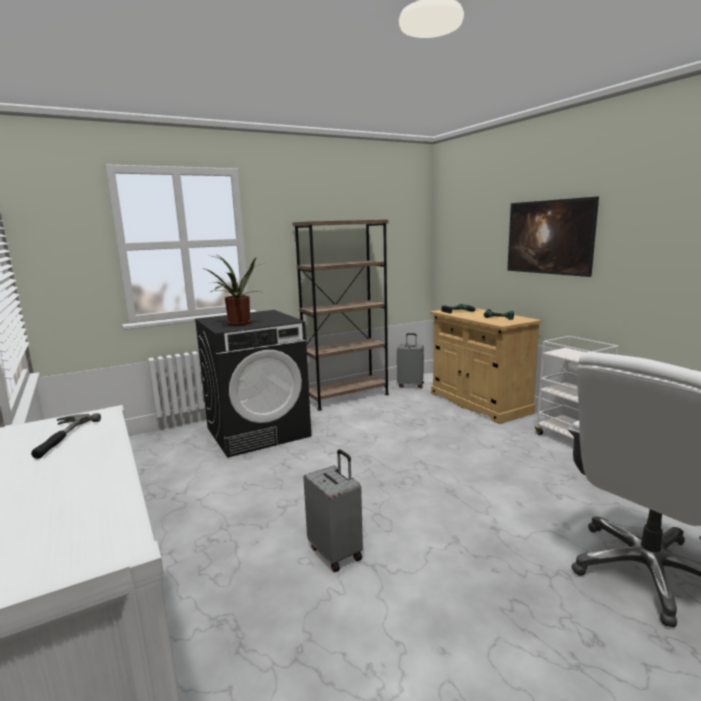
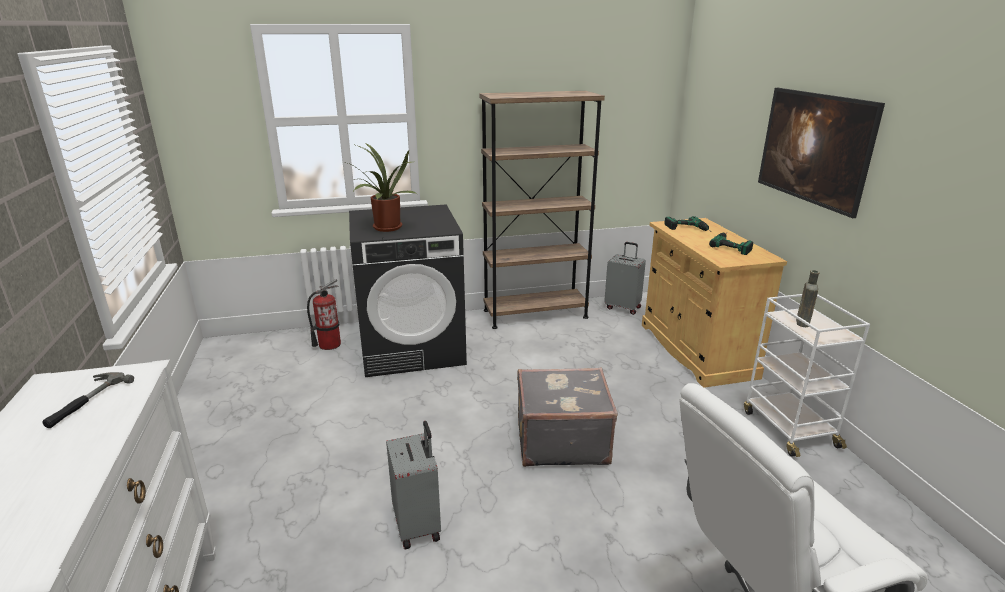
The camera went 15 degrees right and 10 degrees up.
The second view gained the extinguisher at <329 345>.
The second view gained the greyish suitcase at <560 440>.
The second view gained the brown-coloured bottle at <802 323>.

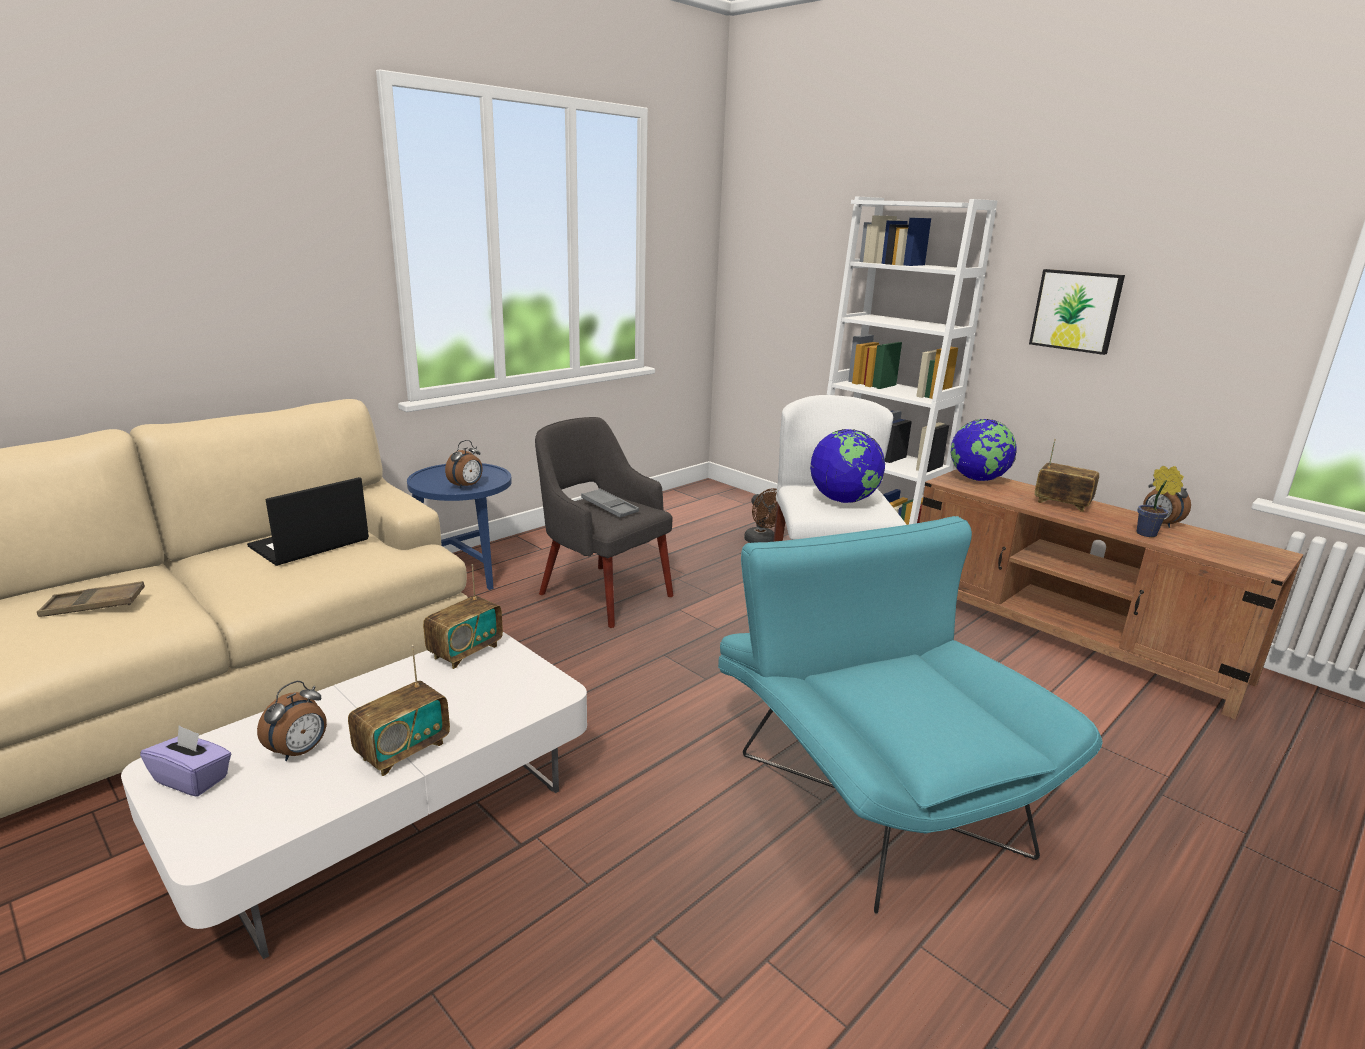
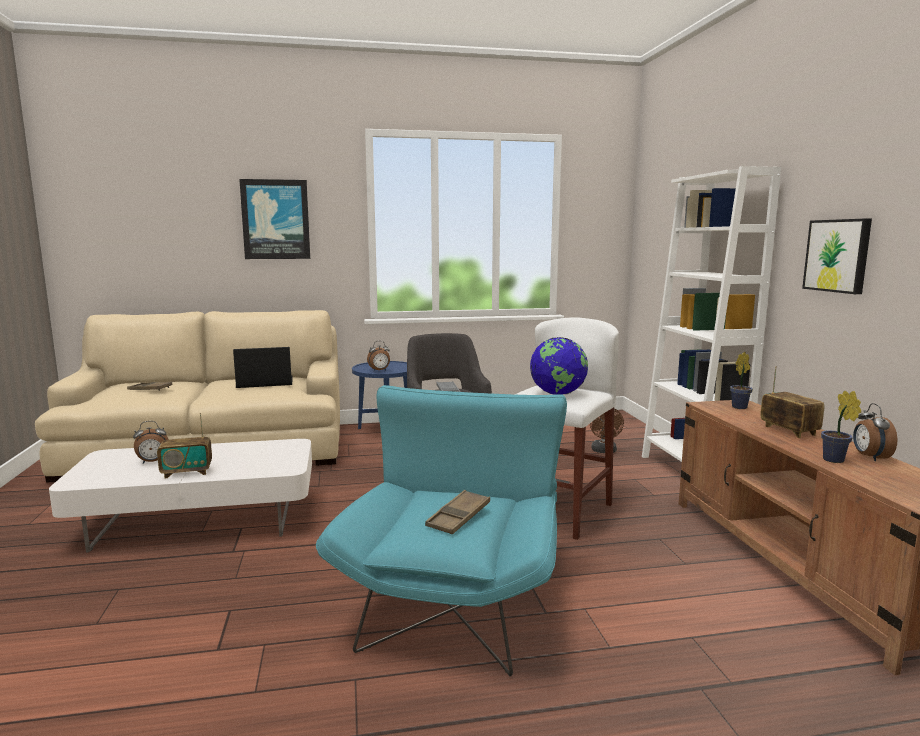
The camera went 35 degrees right and 10 degrees down.
The second view gained the picture at <275 219>.
The second view gained the brown-coloured serving tray at <458 517>.
Where the globe stood at <978 479>, the potted plant came to stand at <740 407>.
The second view lost the purple-coloured tissue holder at <193 779>.
The second view lost the radio at <465 652>.

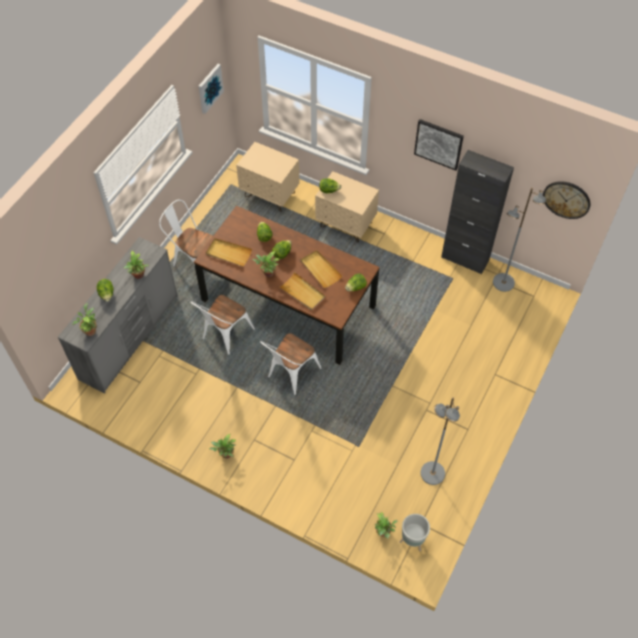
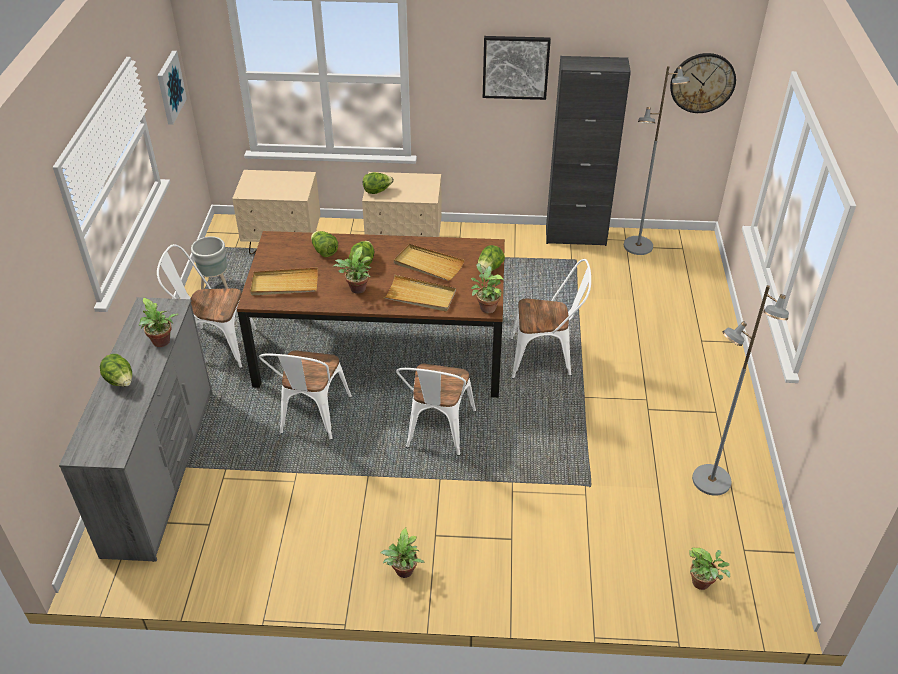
The camera went 25 degrees left and 15 degrees down.
The greyish planter ended up elsewhere, having gone from <412 540> to <216 285>.
The potted plant ended up elsewhere, having gone from <90 330> to <486 307>.
The second view gained the white plain chair at <546 358>.

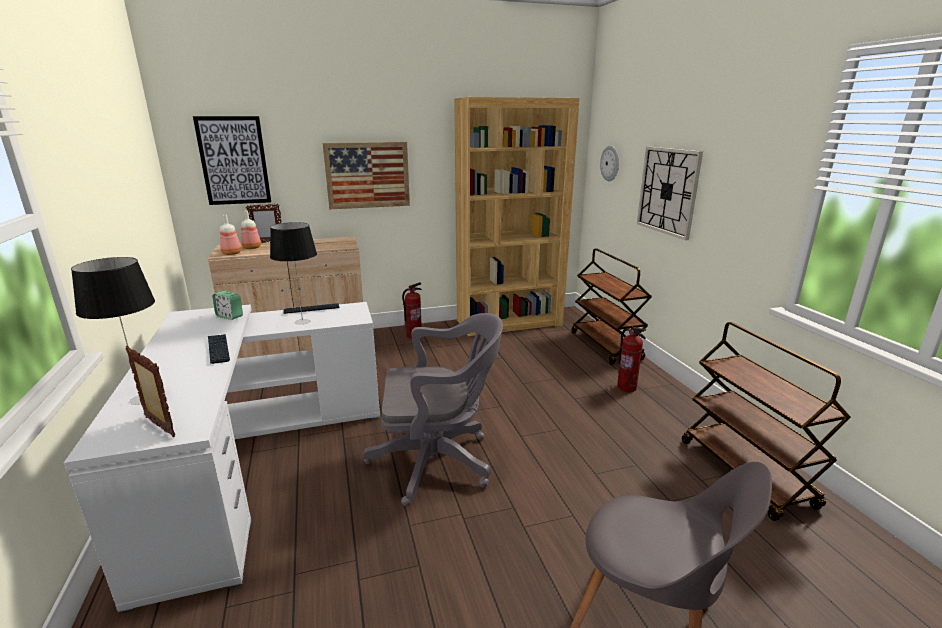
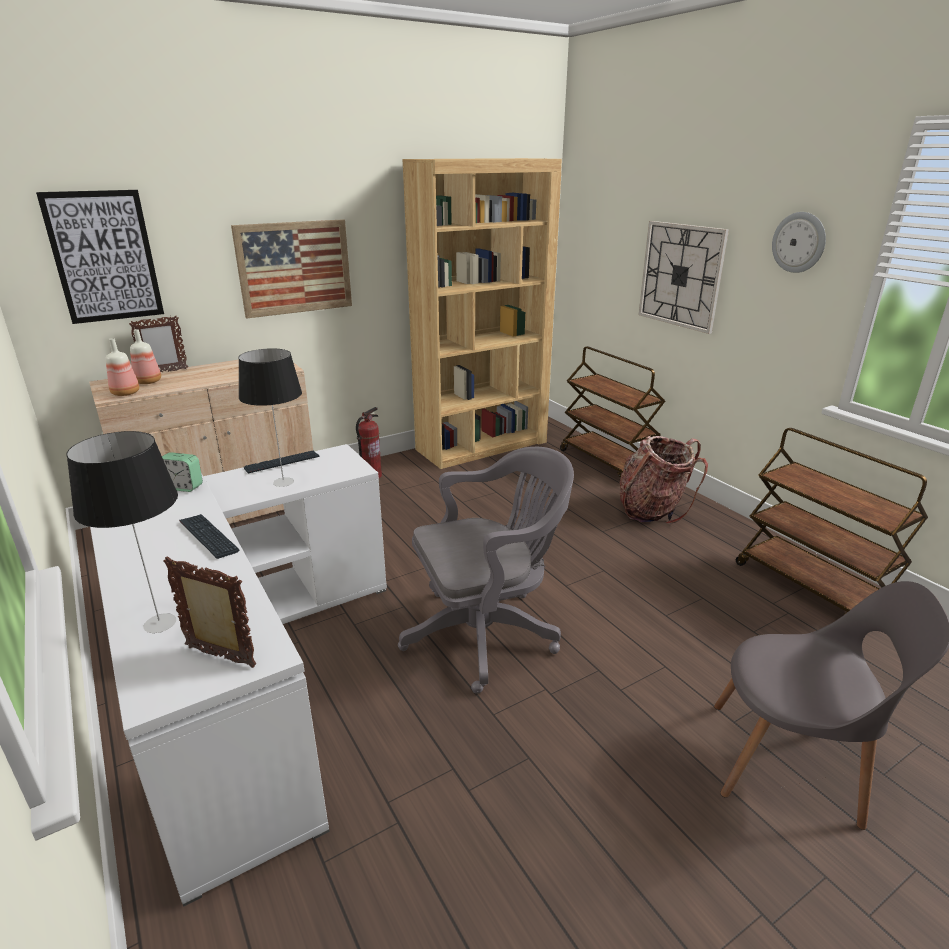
The camera went 15 degrees left and 5 degrees up.
Where the extinguisher stood at <627 387>, the knapsack came to stand at <652 510>.
The clock on the wall ended up elsewhere, having gone from <610 163> to <799 242>.

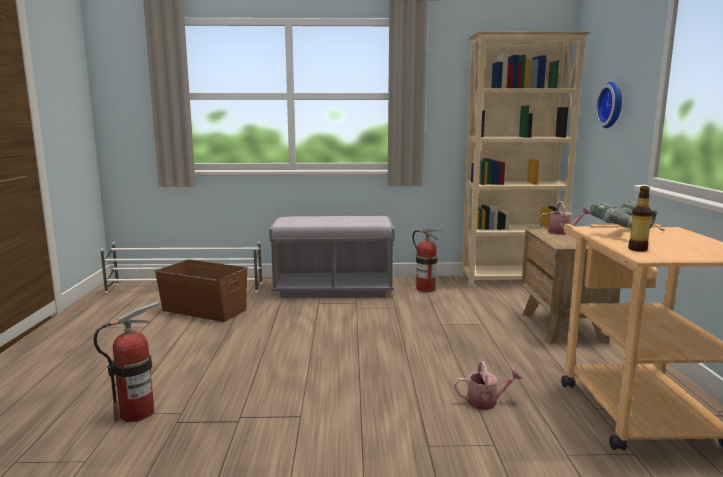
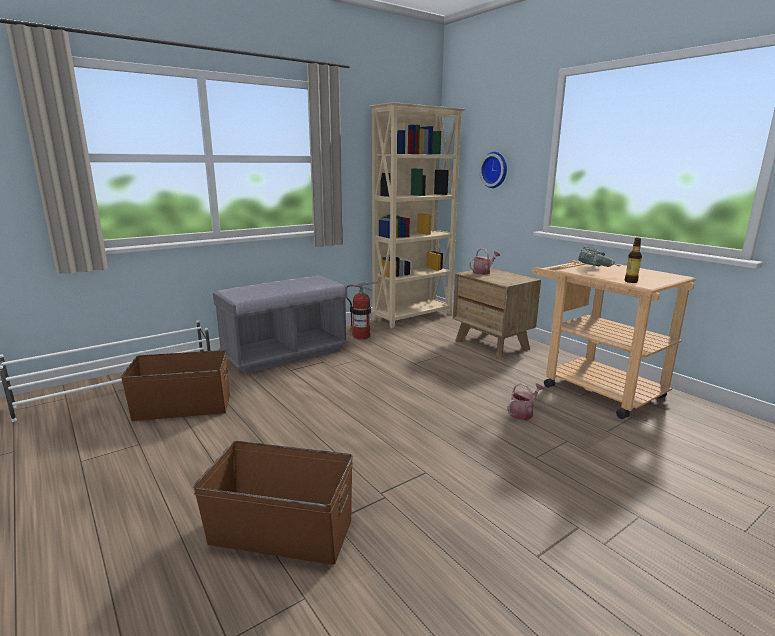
The camera went 35 degrees left and 5 degrees up.
Where the extinguisher stood at <137 413>, the brown-coloured storage box came to stand at <281 531>.

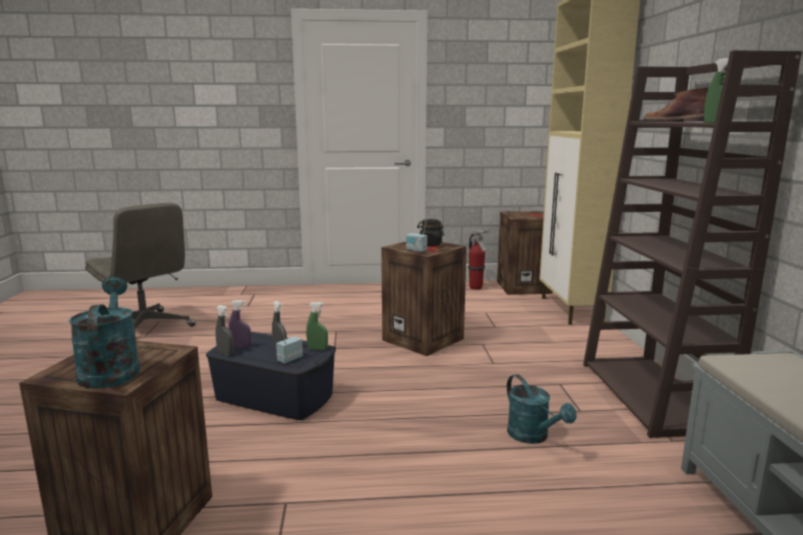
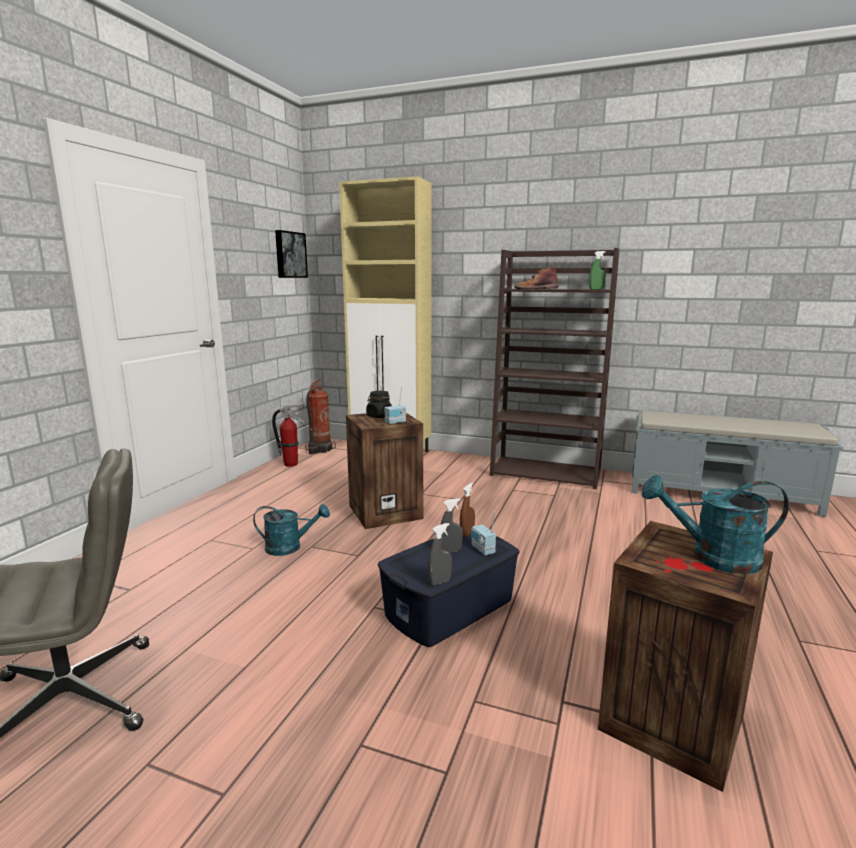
The camera went 65 degrees left and 0 degrees up.
The turquoise-coloured watering pot ended up elsewhere, having gone from <533 436> to <290 547>.
The second view gained the picture at <290 255>.
Where the shipping crate stood at <524 287>, the extinguisher came to stand at <319 450>.
What was the greenish hand sprayer at <317 349> turned into the brown-coloured hand sprayer at <467 534>.
The second view lost the purple-coloured hand sprayer at <240 347>.

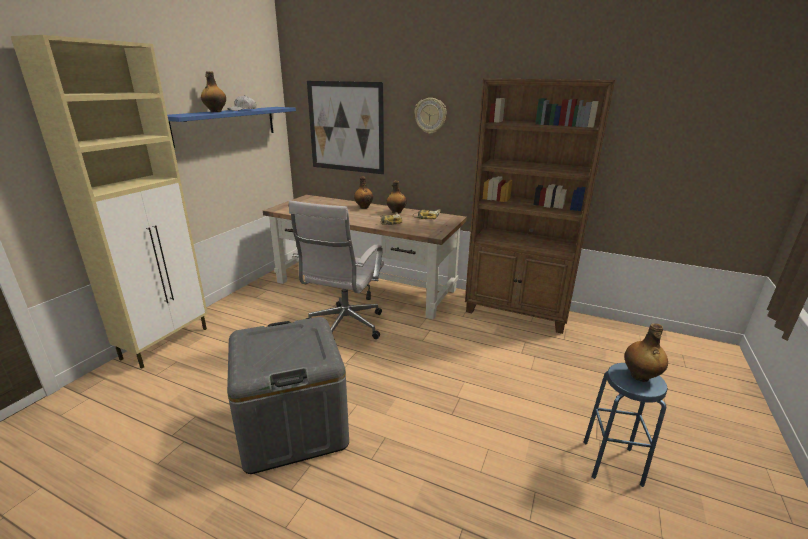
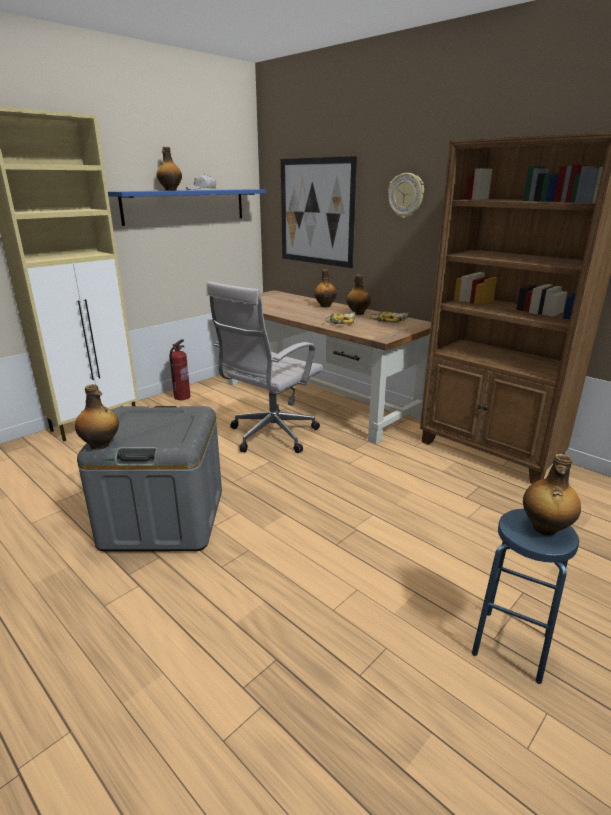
The camera went 20 degrees right and 0 degrees up.
The second view gained the bottle at <100 445>.
The second view gained the extinguisher at <182 397>.

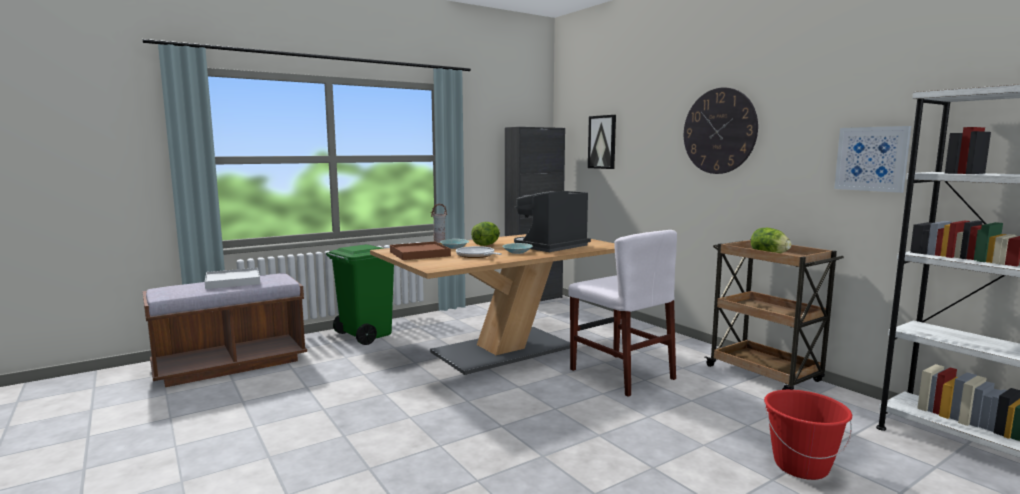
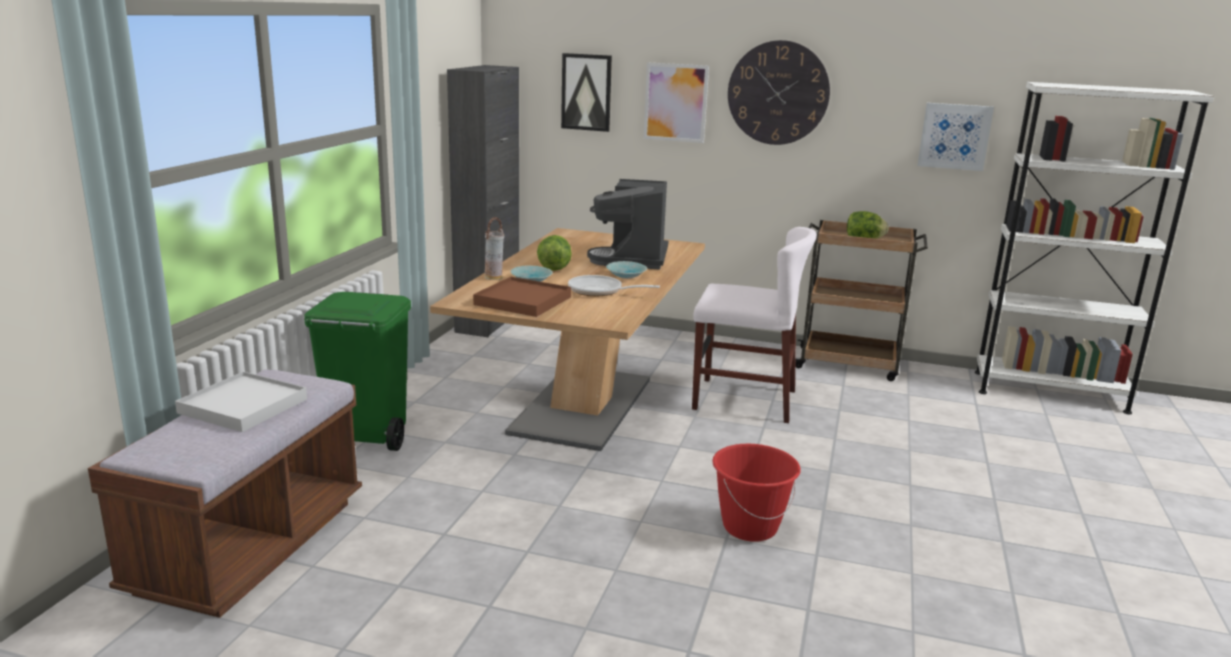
The camera went 40 degrees left and 10 degrees up.
The second view gained the picture at <675 102>.
The red-coloured water bucket ended up elsewhere, having gone from <801 466> to <749 527>.

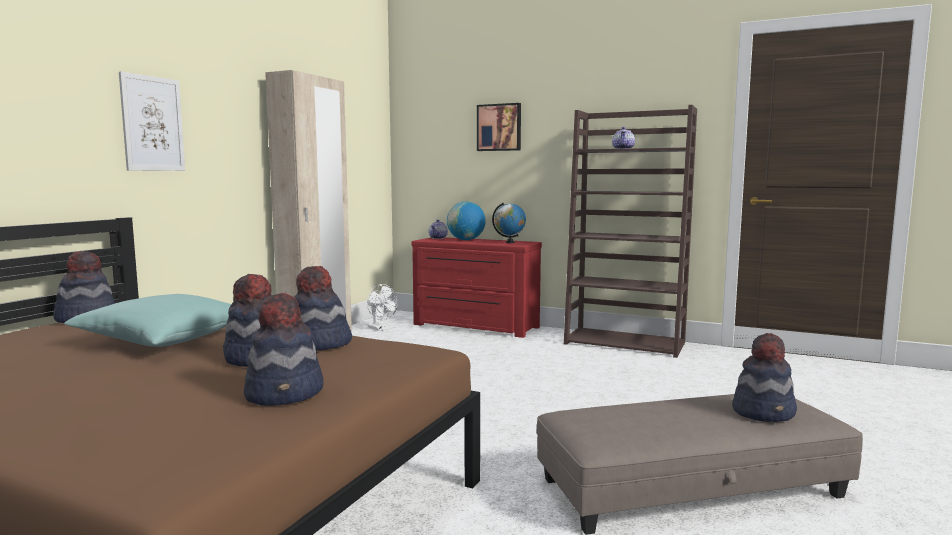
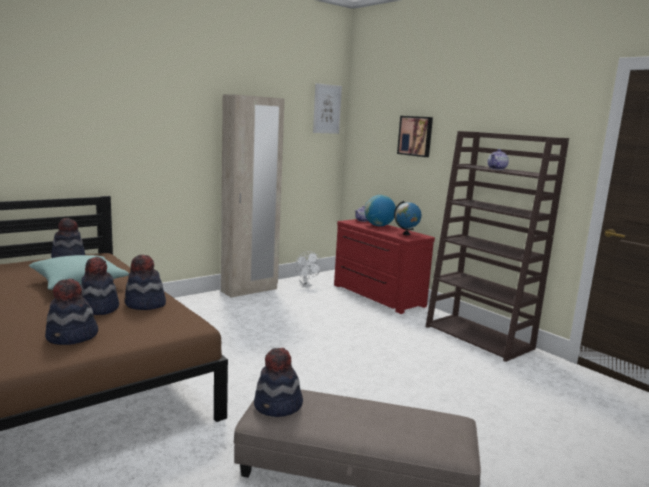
The camera went 25 degrees right and 5 degrees up.
The wearable hat ended up elsewhere, having gone from <764 412> to <278 406>.
The picture ended up elsewhere, having gone from <152 124> to <327 109>.

